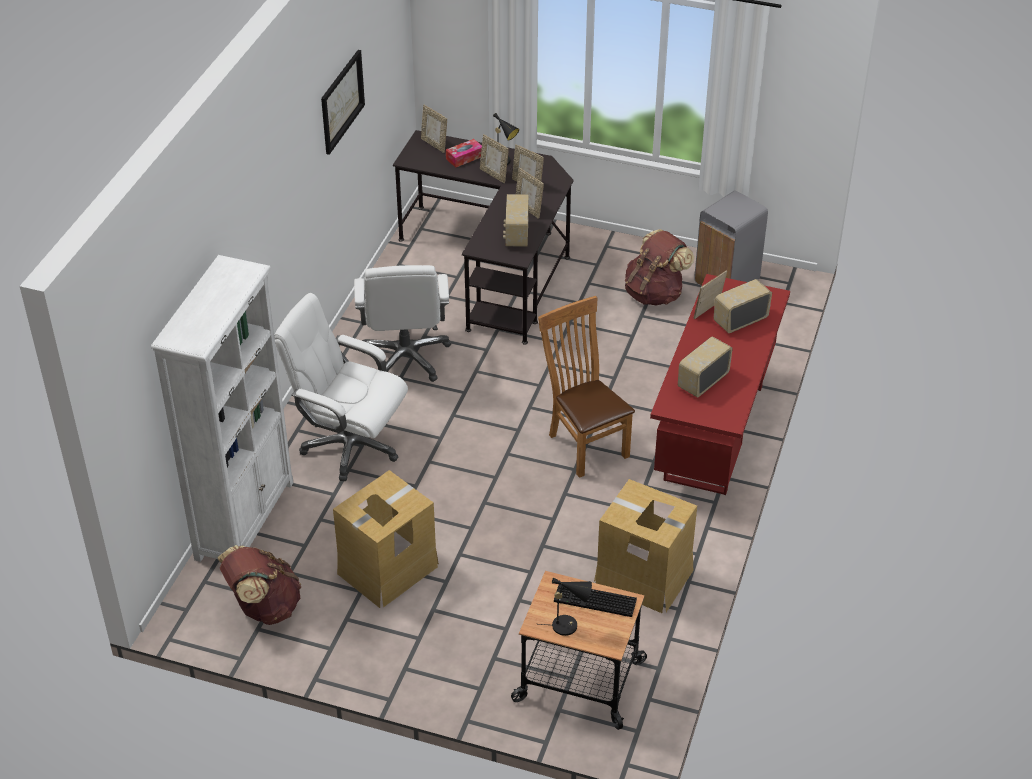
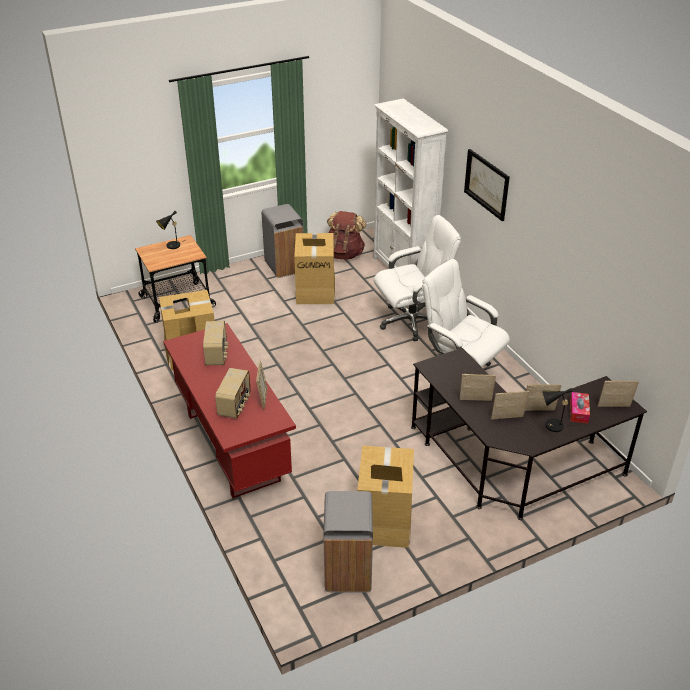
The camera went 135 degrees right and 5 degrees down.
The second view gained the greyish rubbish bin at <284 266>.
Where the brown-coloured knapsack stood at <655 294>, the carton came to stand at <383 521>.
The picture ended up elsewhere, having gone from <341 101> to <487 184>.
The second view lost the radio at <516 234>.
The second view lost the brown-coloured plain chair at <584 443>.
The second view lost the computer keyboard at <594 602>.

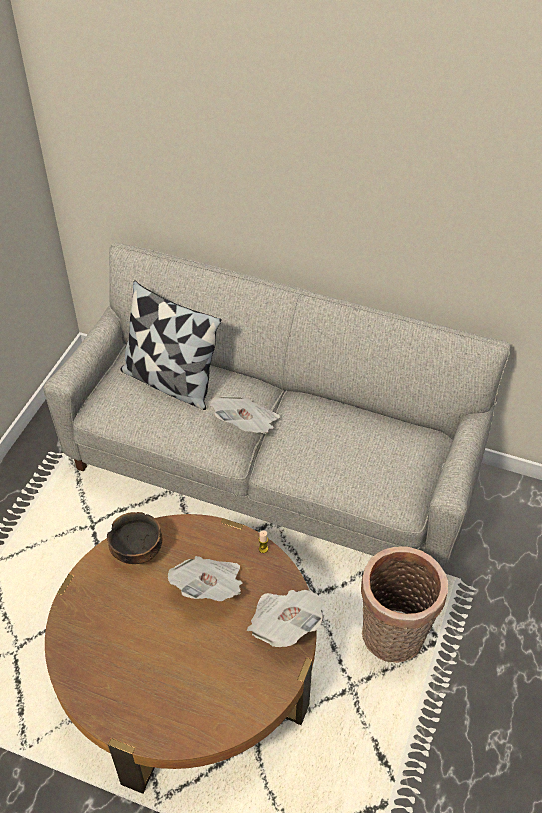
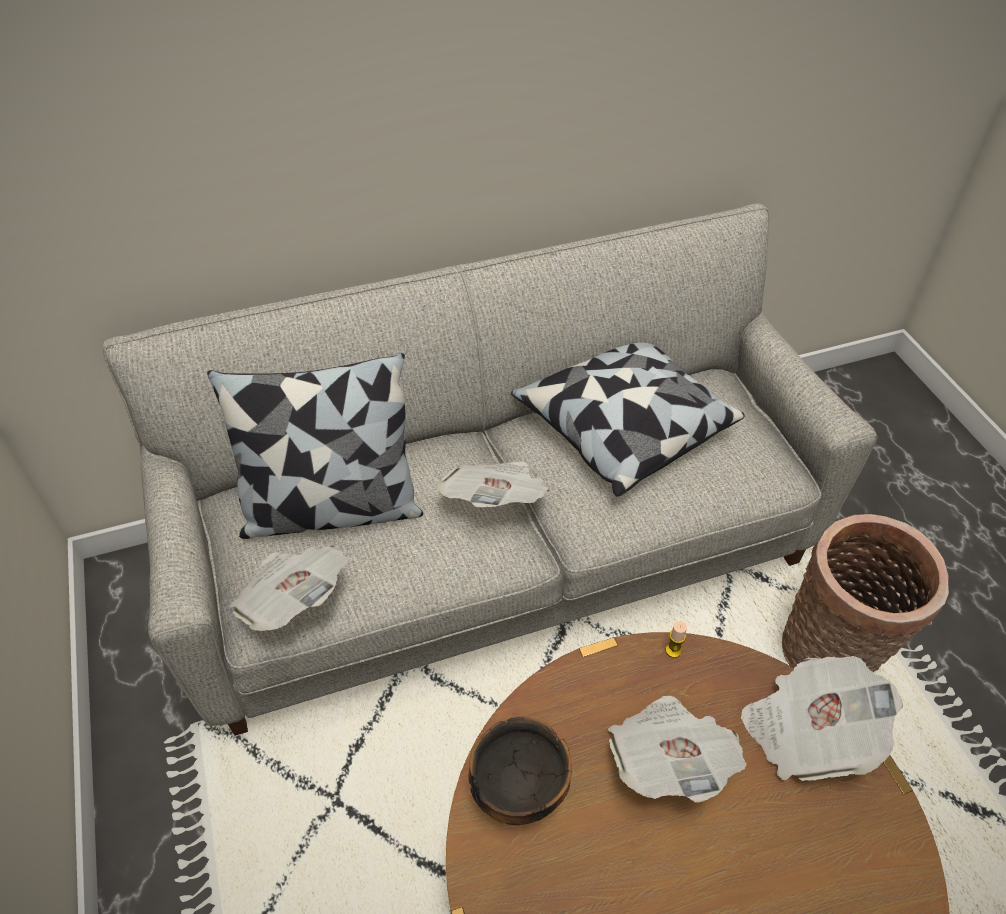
The camera went 40 degrees left and 0 degrees up.
The second view gained the newspaper at <293 600>.
The second view gained the pillow at <621 427>.

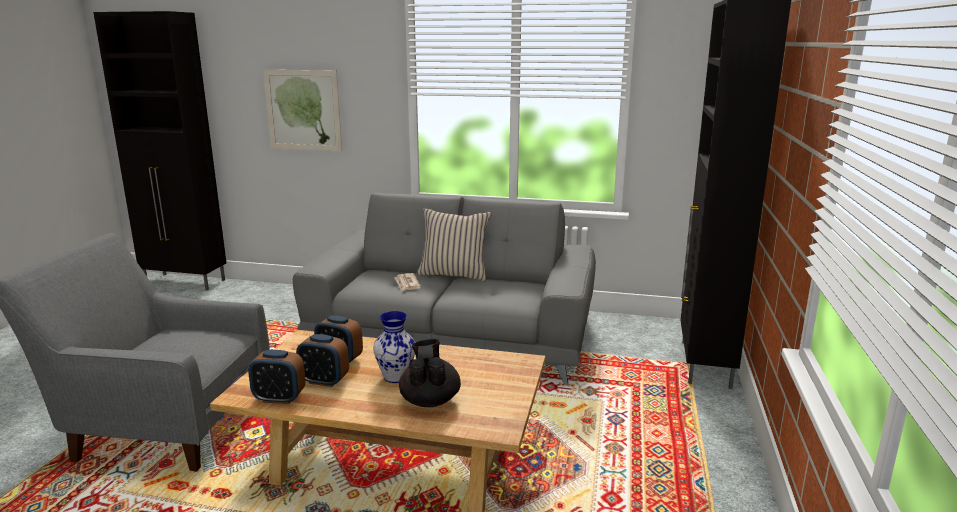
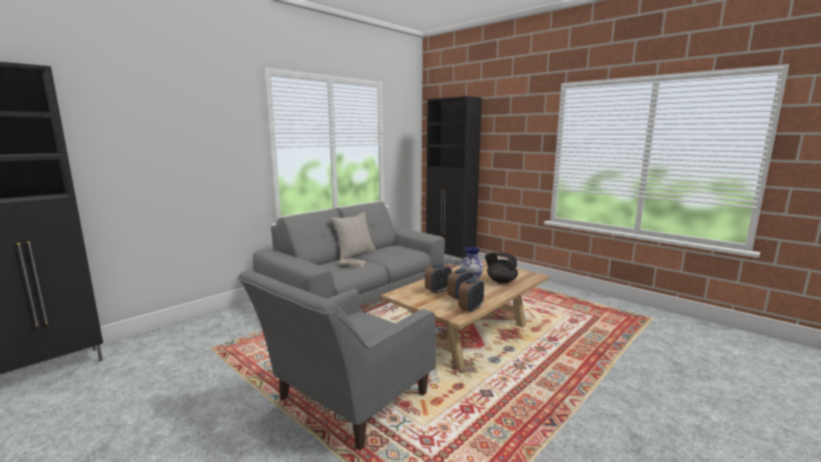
The camera went 60 degrees left and 5 degrees down.
The second view lost the picture at <303 110>.

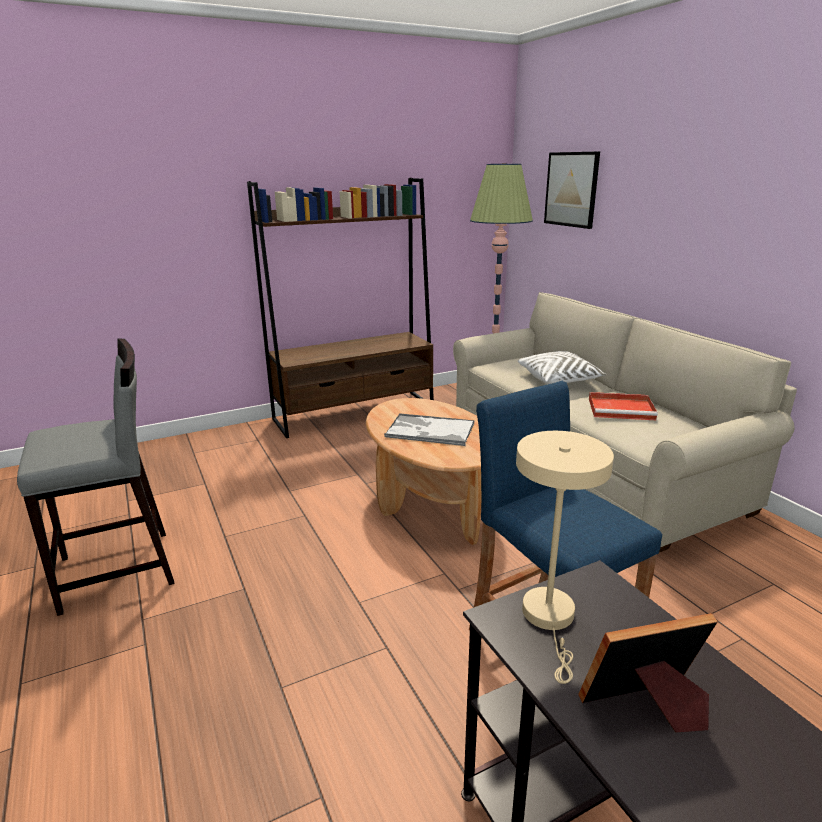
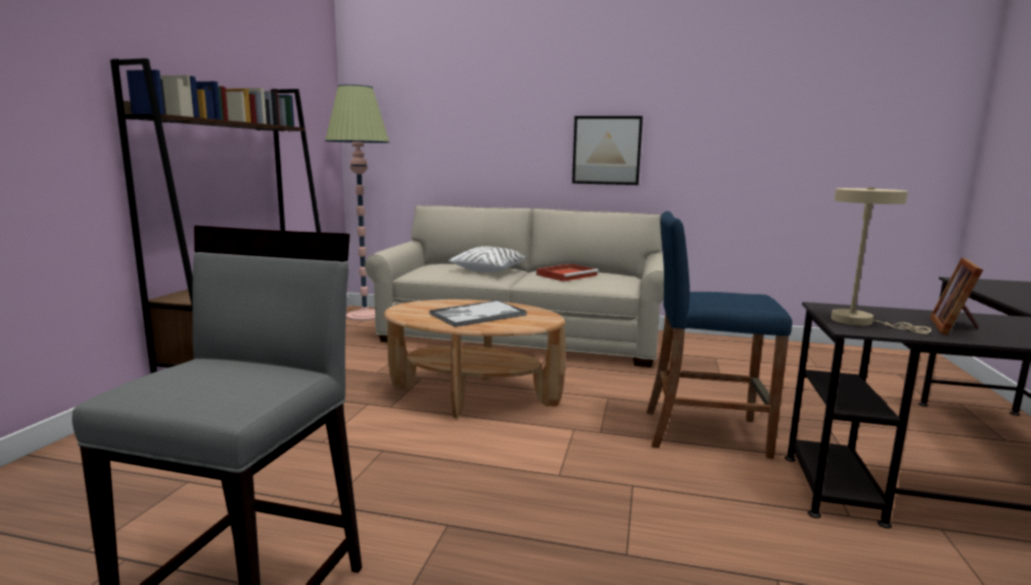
The camera went 50 degrees left and 10 degrees down.
The picture ended up elsewhere, having gone from <571 189> to <606 150>.

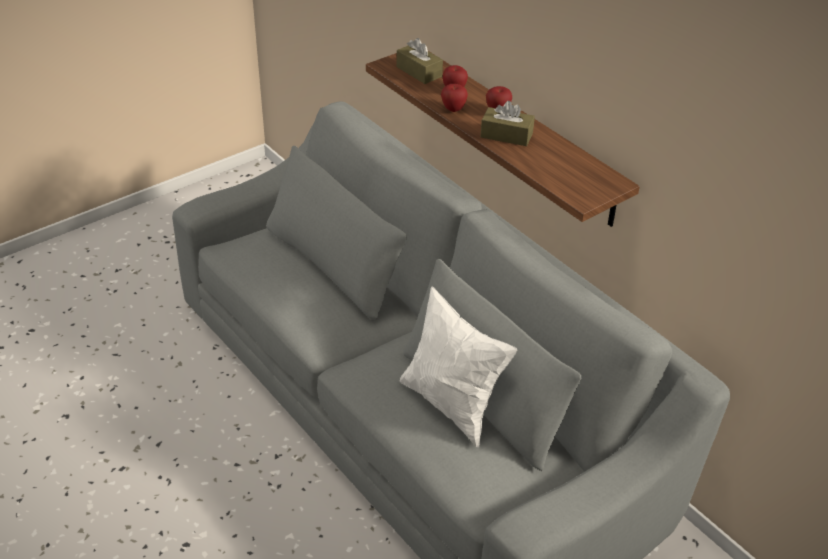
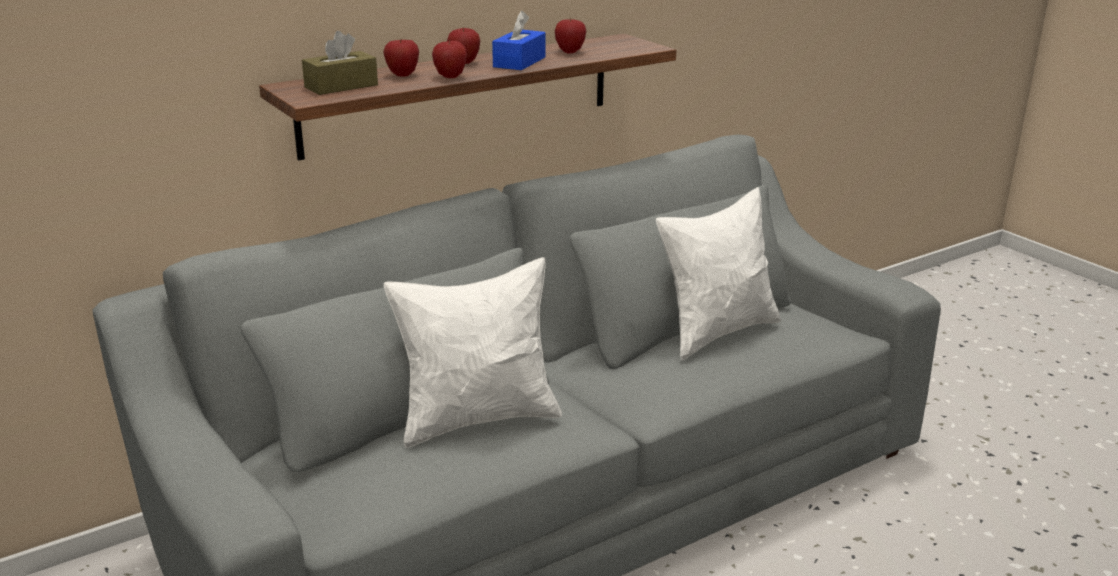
The camera went 85 degrees left and 15 degrees down.
The second view gained the white pillow at <478 418>.
What was the brown-coloured tissue holder at <506 135> turned into the blue-coloured tissue holder at <519 62>.
The second view gained the whole apple at <570 52>.

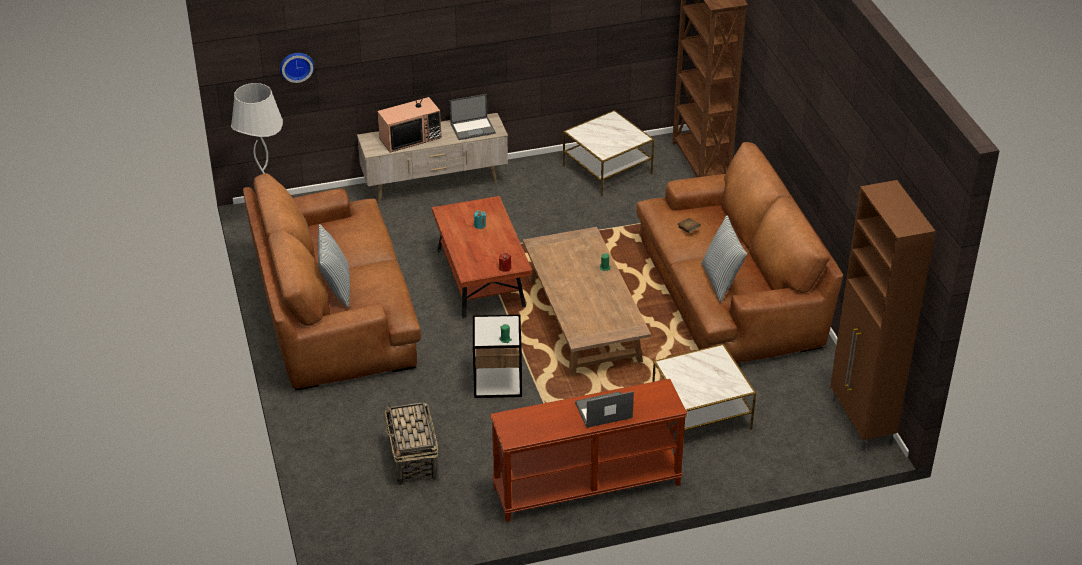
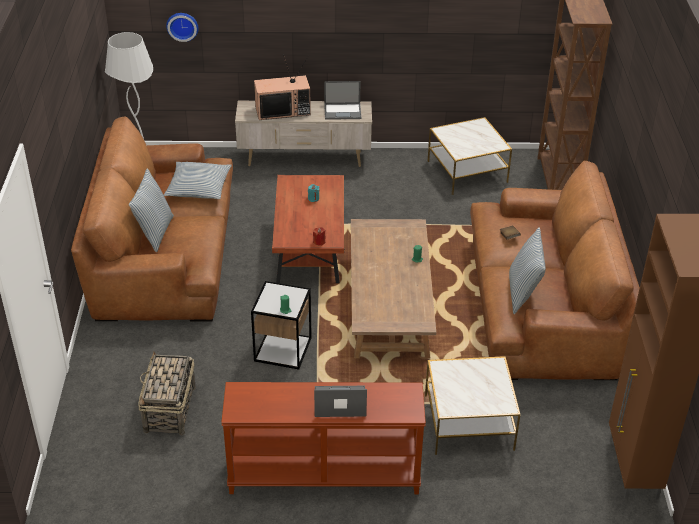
The camera went 15 degrees right and 0 degrees up.
The second view gained the pillow at <198 187>.

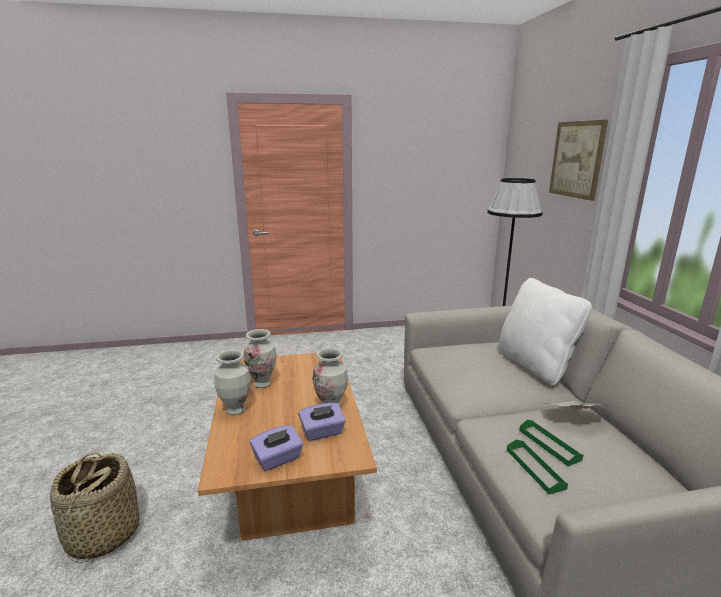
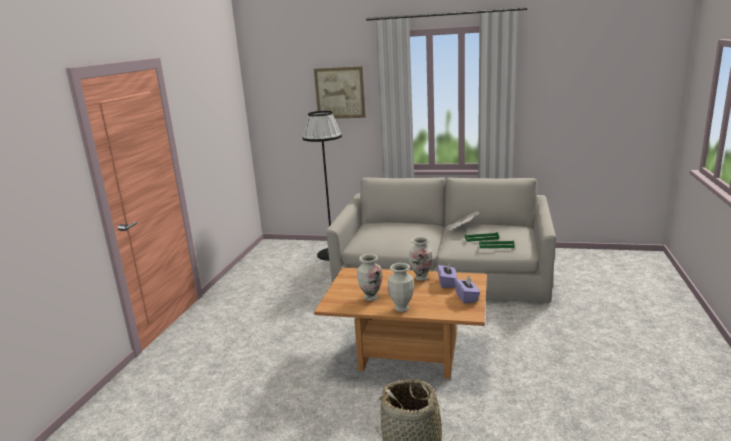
The camera went 65 degrees left and 0 degrees up.
The second view lost the white pillow at <535 365>.

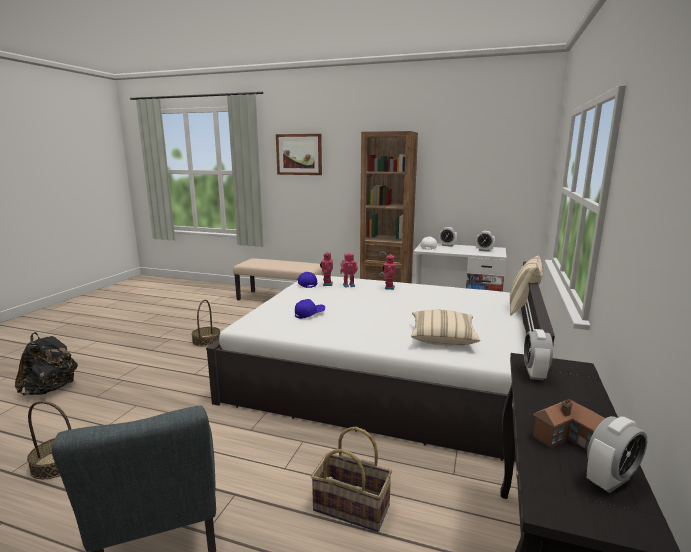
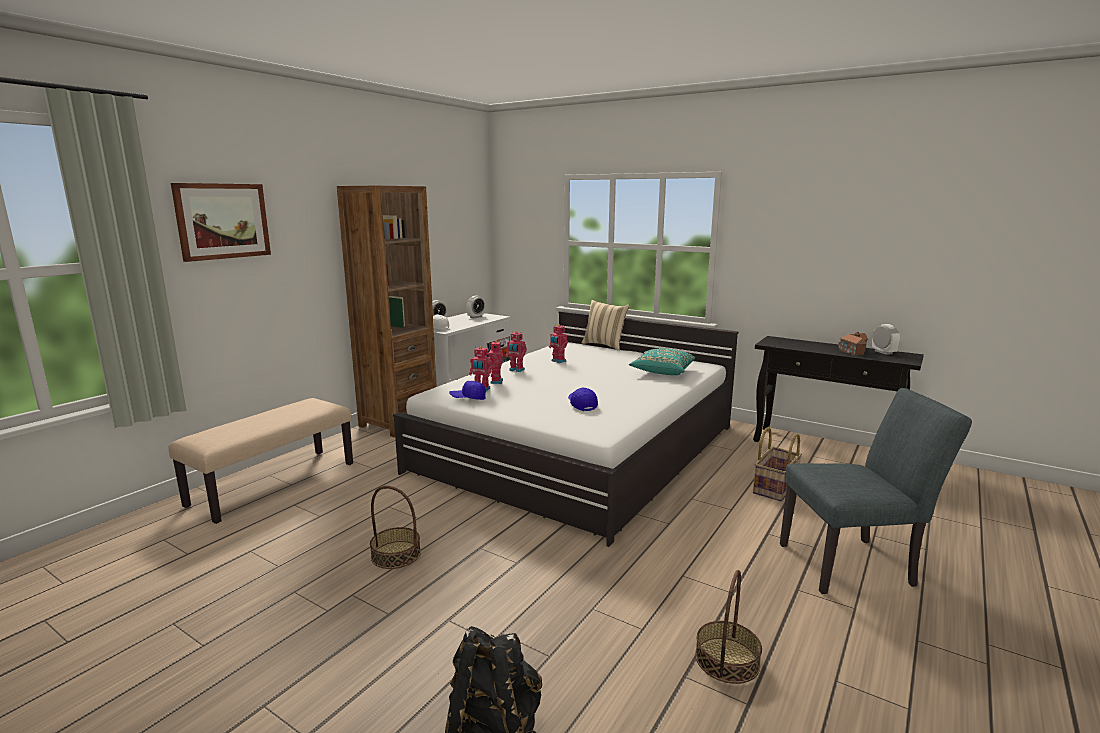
The camera went 75 degrees left and 0 degrees up.
The second view gained the robot figure at <558 361>.
What was the beige-coloured pillow at <442 338> turned into the turquoise-coloured pillow at <662 372>.
The second view lost the alarm clock at <534 373>.

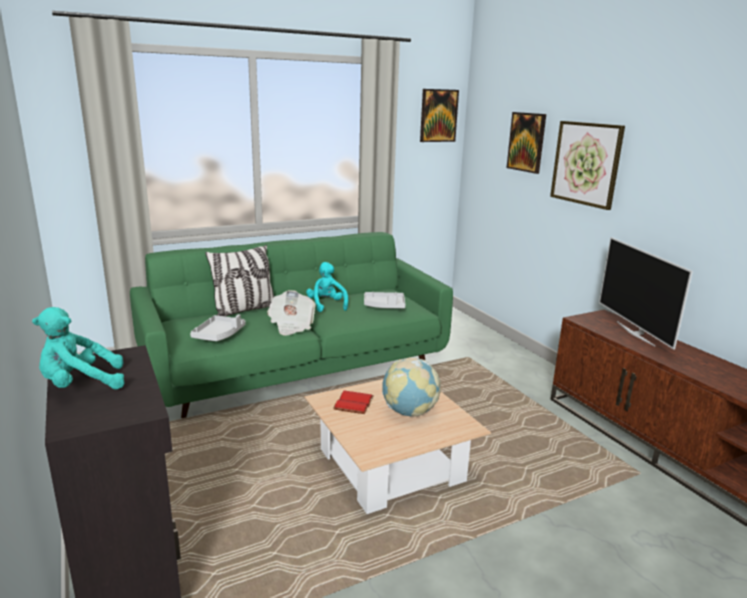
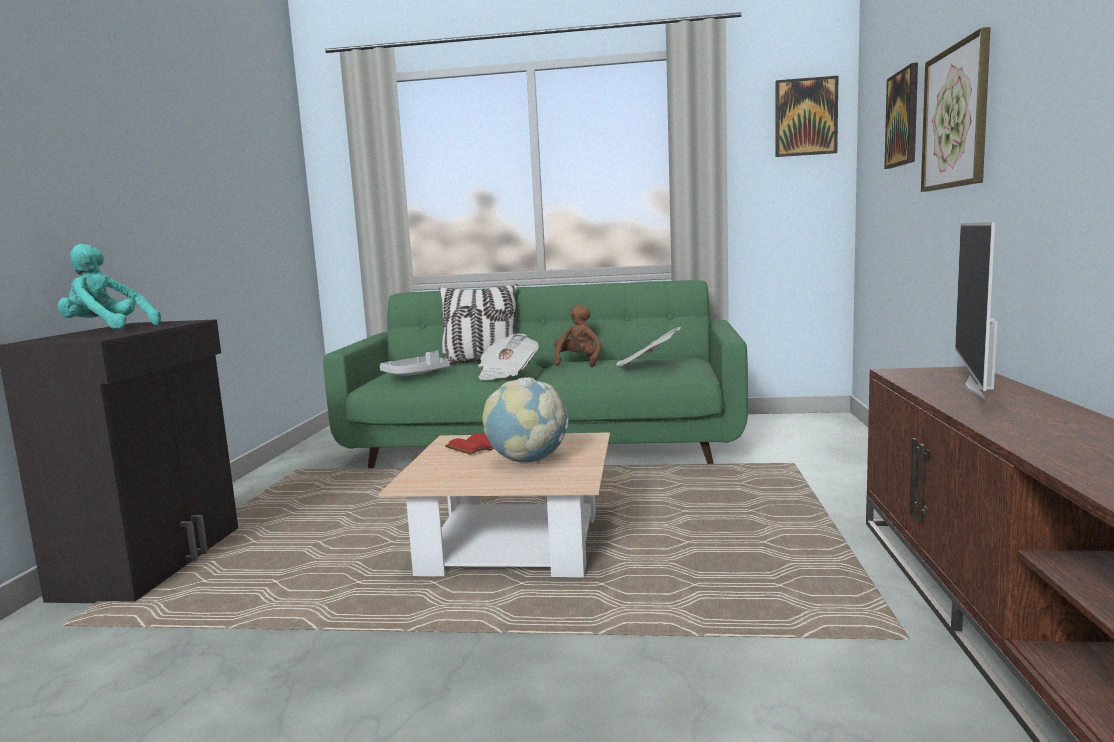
The camera went 35 degrees right and 10 degrees down.
What was the turquoise-coloured cuddly toy at <326 305> turned into the brown-coloured cuddly toy at <578 363>.
Where the greyish serving tray stood at <384 306>, the newspaper came to stand at <646 365>.

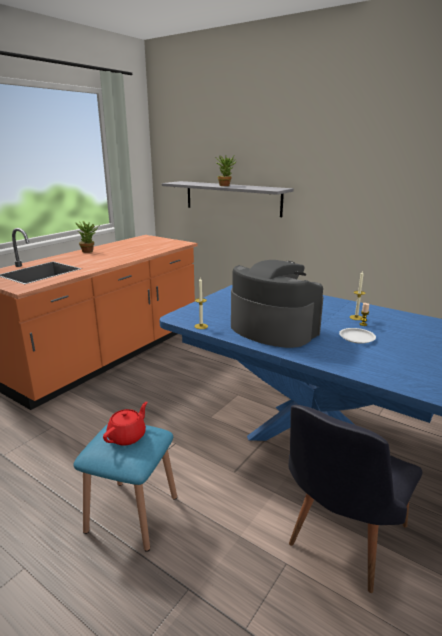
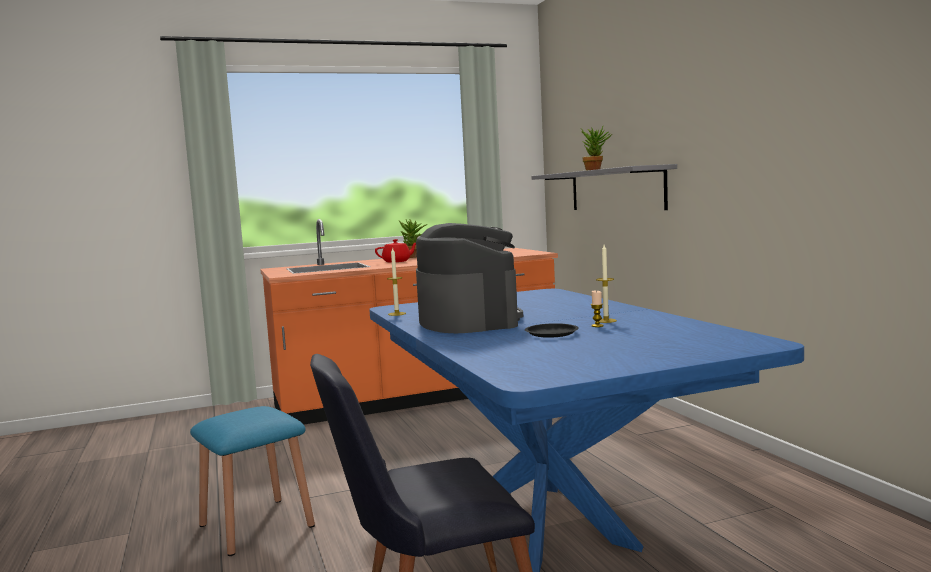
The camera went 35 degrees right and 15 degrees down.
The red-coloured pot for tea ended up elsewhere, having gone from <127 436> to <397 261>.
What was the white dinner plate at <356 338> turned into the black-coloured dinner plate at <552 333>.

